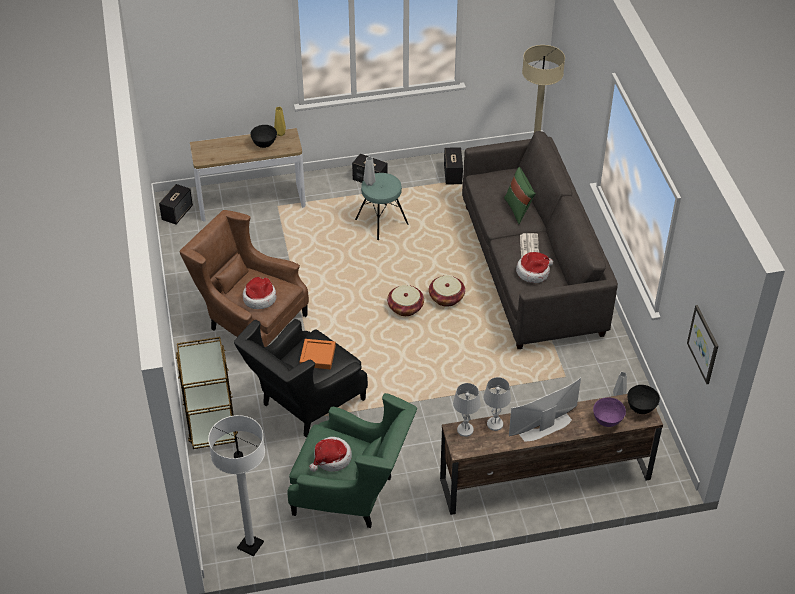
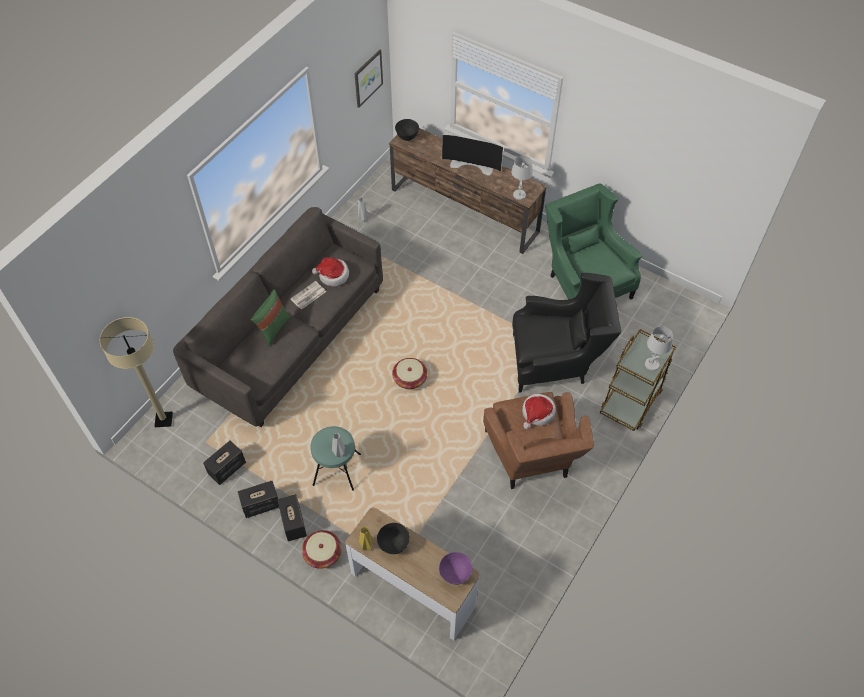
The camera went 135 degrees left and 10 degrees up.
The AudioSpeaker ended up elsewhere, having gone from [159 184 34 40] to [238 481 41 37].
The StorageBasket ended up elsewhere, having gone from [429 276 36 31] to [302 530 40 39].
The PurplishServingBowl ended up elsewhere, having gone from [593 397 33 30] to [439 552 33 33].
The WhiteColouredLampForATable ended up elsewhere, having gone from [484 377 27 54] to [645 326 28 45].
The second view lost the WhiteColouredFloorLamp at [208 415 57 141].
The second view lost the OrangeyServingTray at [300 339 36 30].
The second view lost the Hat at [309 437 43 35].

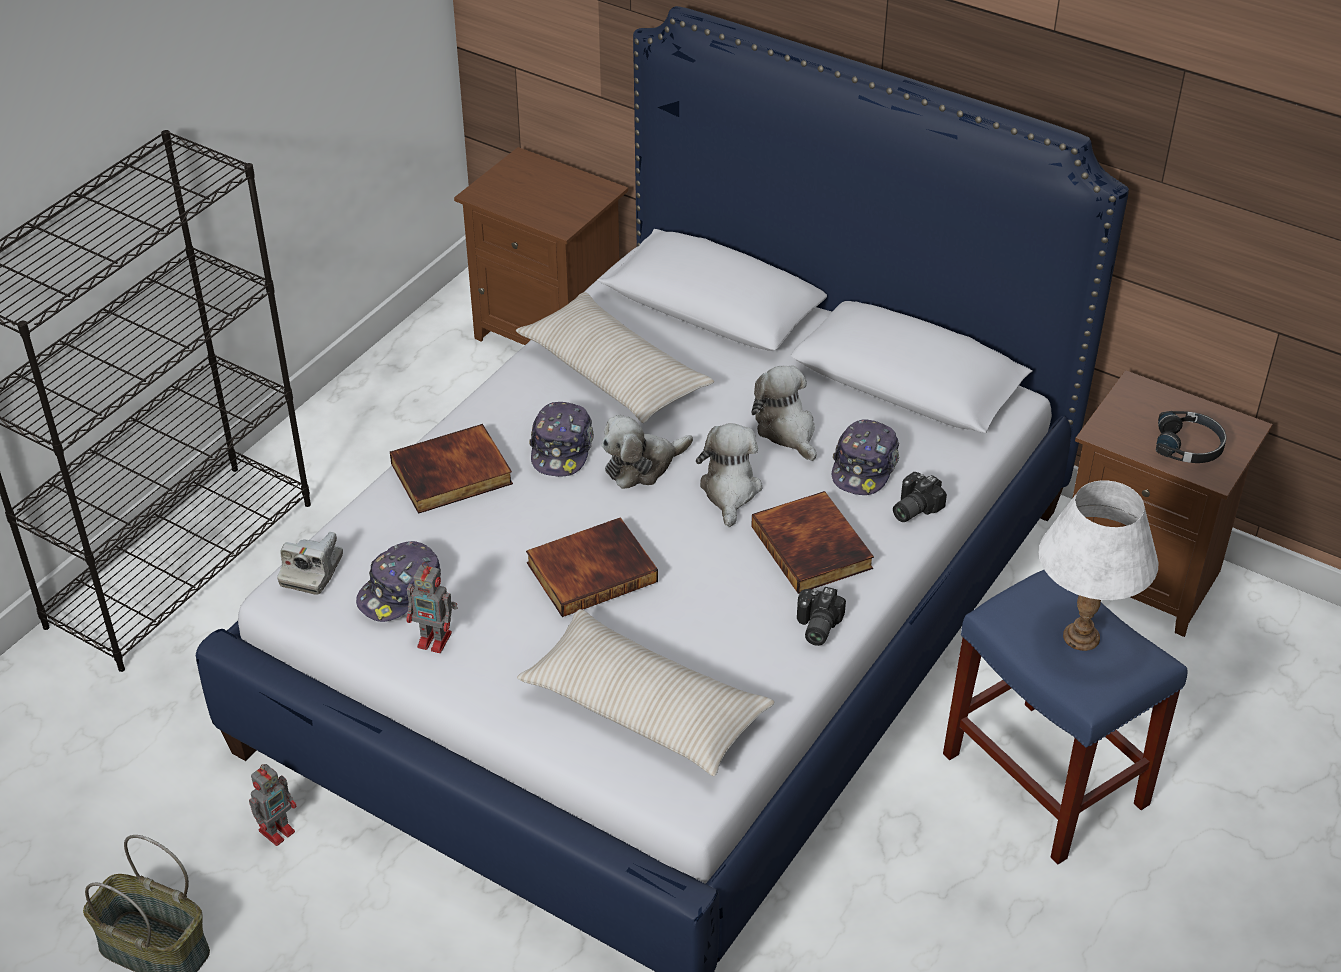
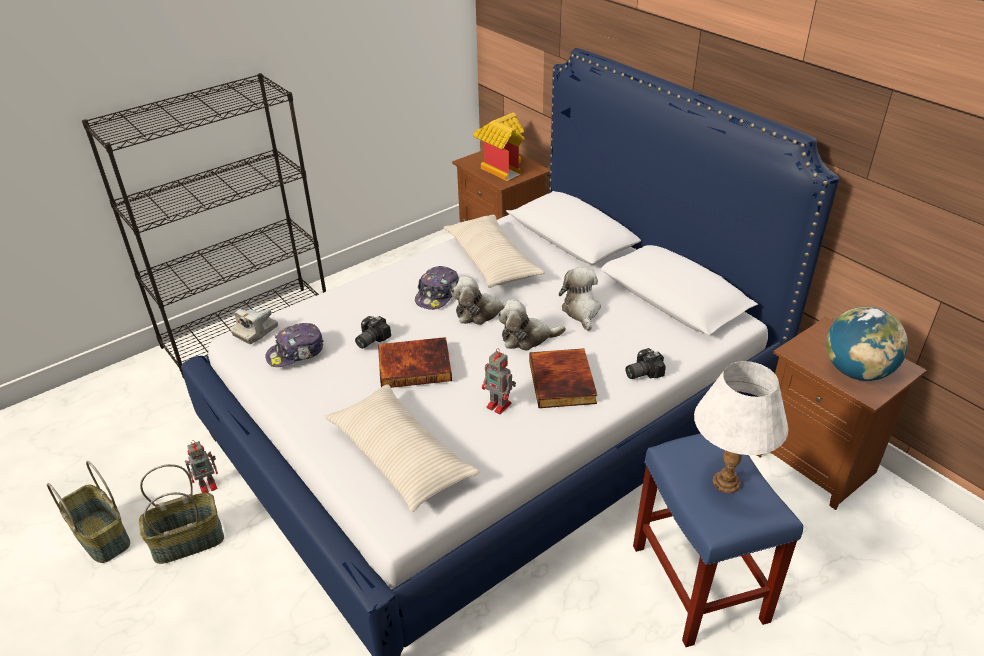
The camera went 20 degrees right and 5 degrees down.
The second view gained the StorageBasket at [139 464 85 100].
The StillCamera ended up elsewhere, having gone from [797 587 49 59] to [355 316 36 33].
The second view gained the ToyHouse at [473 112 52 69].
The RobotFigure ended up elsewhere, having gone from [406 562 52 91] to [482 348 34 67].
The PlushToy at [696 423 67 104] ended up facing another way, 120 degrees counterclockwise from before.
Where the BlackishHeadphones stood at [1156 411 71 52], the WorldGlobe came to stand at [826 307 82 74].
The second view lost the BoundBook at [390 424 123 90].
The second view lost the Cap at [832 419 67 76].

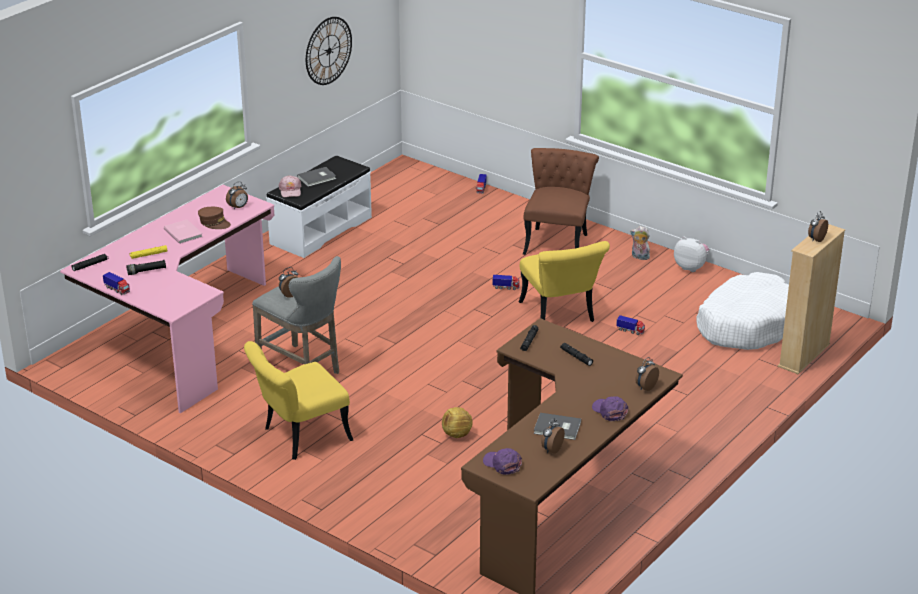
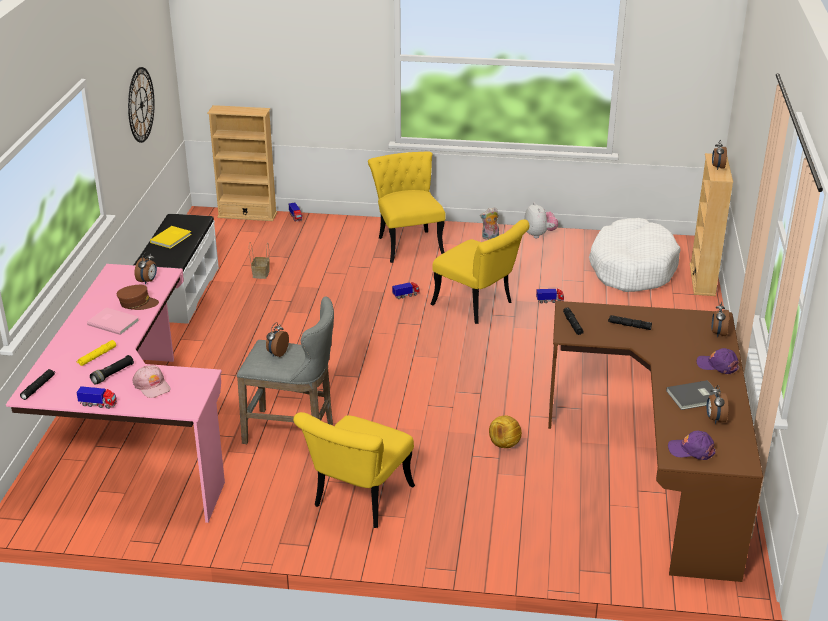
The camera went 30 degrees left and 0 degrees up.
The PinkColouredCap ended up elsewhere, having gone from [278 175 24 22] to [132 365 39 33].
What was the GreyBoundBook at [297 167 39 20] turned into the YellowBoundBook at [150 226 42 23].
The second view gained the BeigeBookcase at [207 105 70 116].
The second view gained the StorageBasket at [249 242 21 37].
What was the BrownishPlainChair at [523 148 76 107] turned into the YellowPlainChair at [368 151 78 112].
The PlushToy at [674 236 35 36] ended up facing another way, 75 degrees clockwise from before.

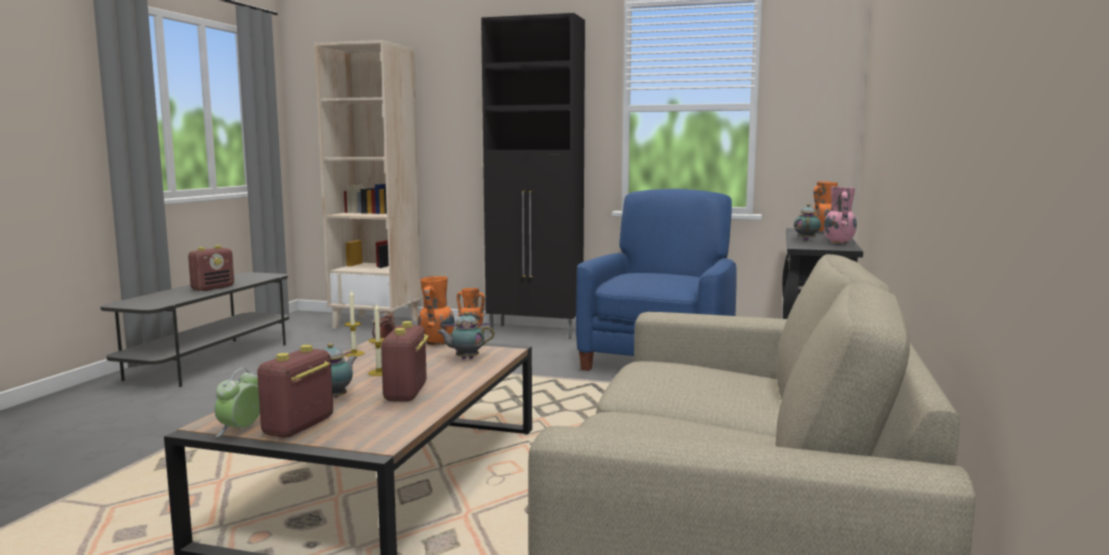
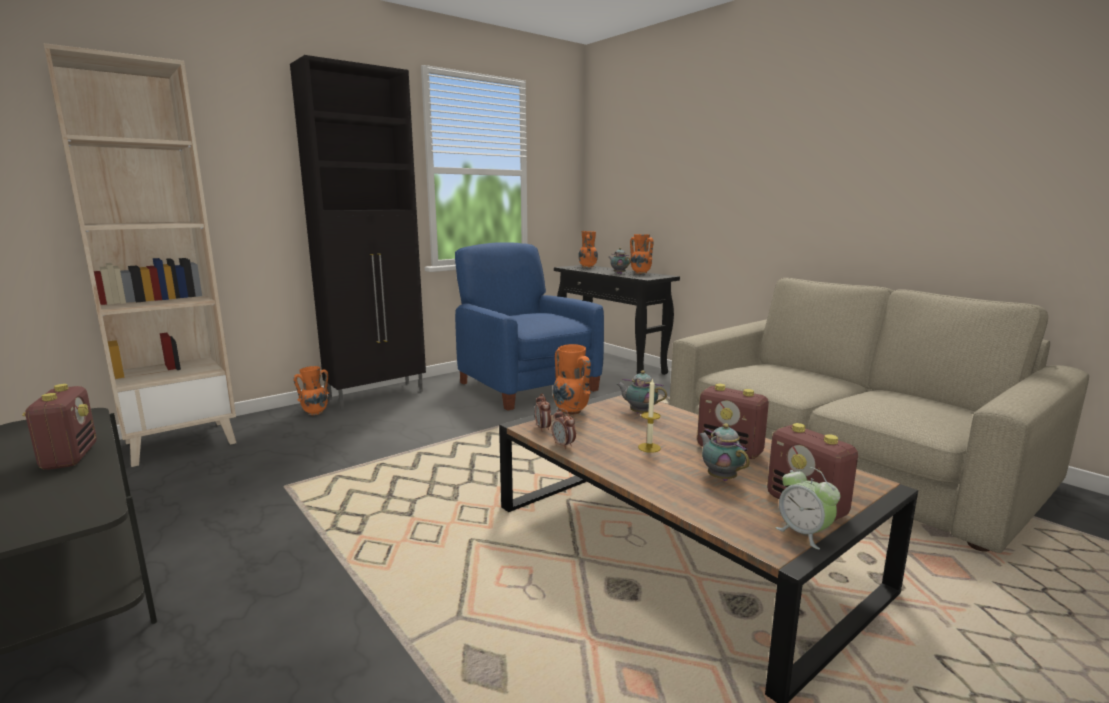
The camera went 55 degrees left and 5 degrees up.
Where the WaxLight stood at [344 289 20 68], the BedsideClock came to stand at [551 408 25 41].
The TeaPot at [437 312 57 47] ended up facing another way, 90 degrees clockwise from before.
What was the PinkColouredFlowerVase at [824 186 33 58] turned into the OrangeyFlowerVase at [630 234 24 40].

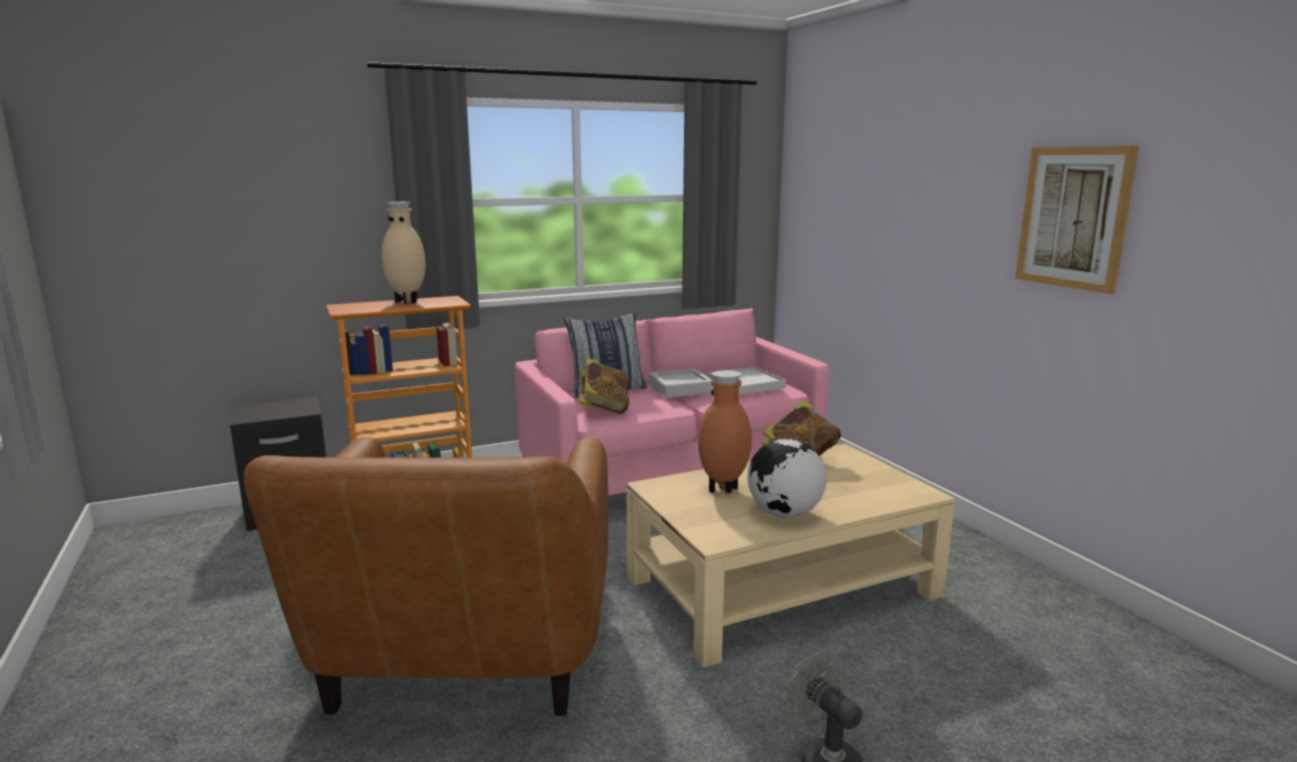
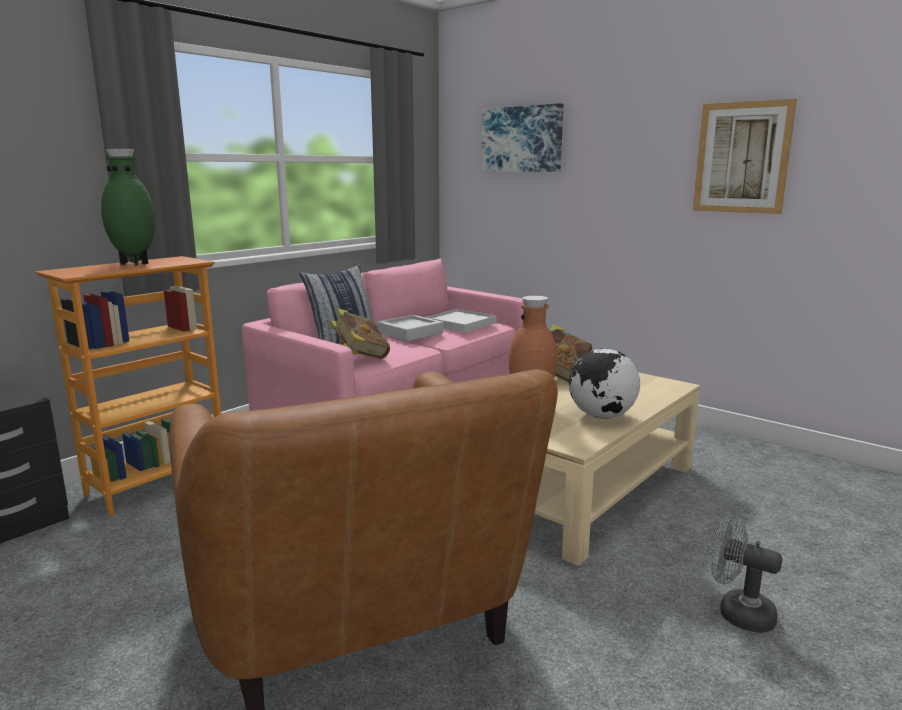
The camera went 25 degrees left and 0 degrees up.
What was the BeigeFlowerVase at [382 202 44 102] turned into the GreenishFlowerVase at [101 149 54 116].
The second view gained the WallArt at [482 103 81 69].

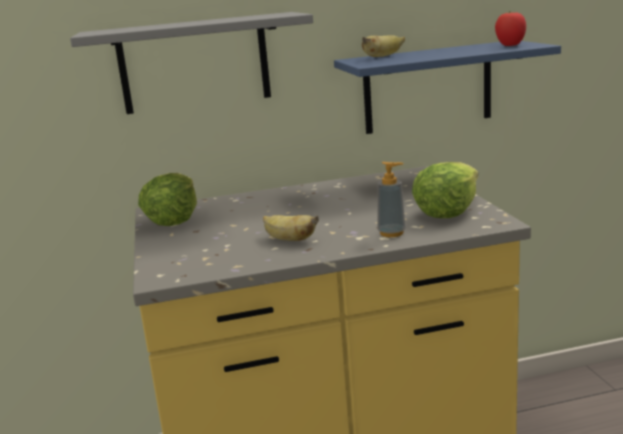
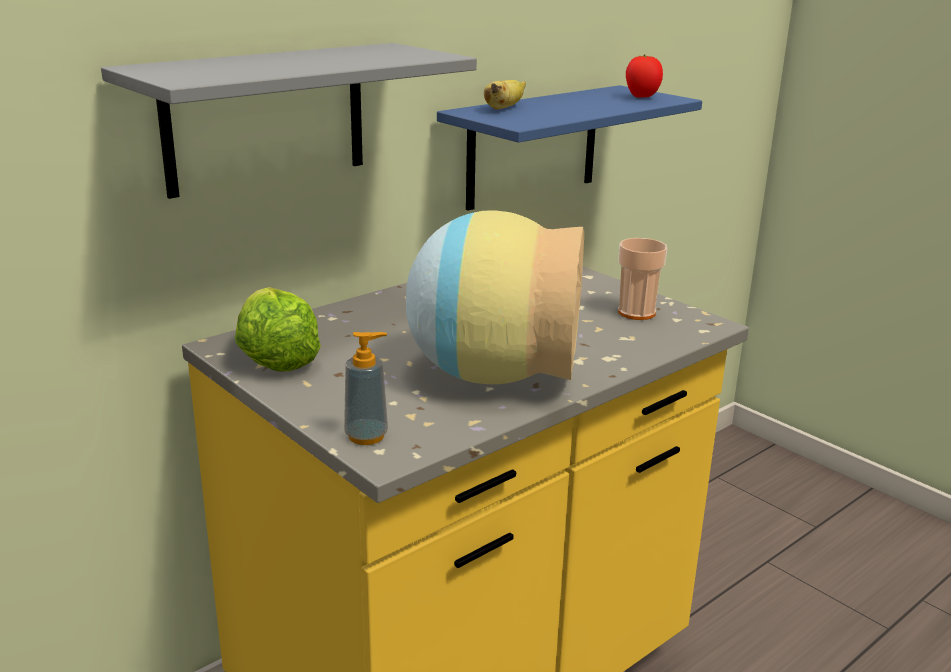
The camera went 30 degrees left and 5 degrees up.
The SoapBottle ended up elsewhere, having gone from [377 162 29 75] to [344 332 44 113].
Where the BananaFruit stood at [263 215 56 26], the FlowerVase came to stand at [406 210 178 174].
Where the LettuceHead stood at [412 162 66 56], the DrinkingCup came to stand at [618 238 49 82].

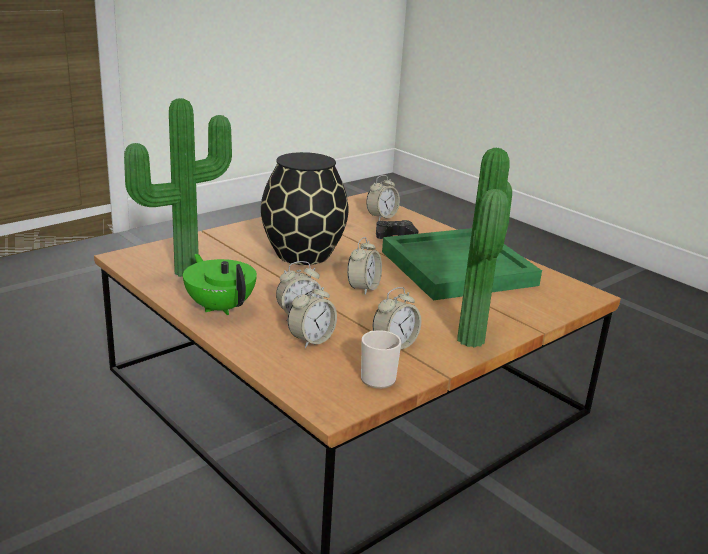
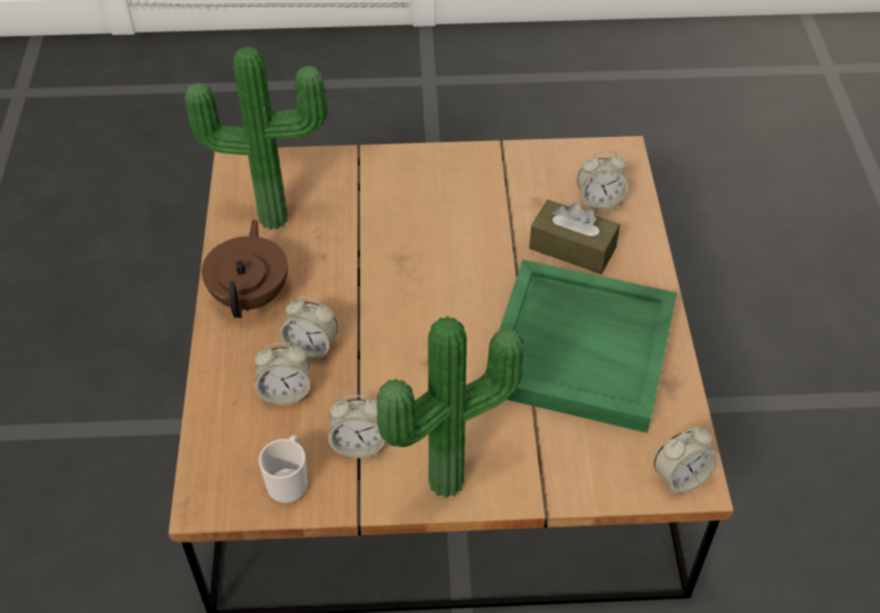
The camera went 40 degrees right and 25 degrees up.
What was the GreenishTeaPot at [183 254 74 61] turned into the BrownishTeaPot at [202 219 86 99].
Where the BlackishJoypad stood at [376 220 42 19], the BrownishTissueBox came to stand at [529 200 91 74].
The BedsideClock ended up elsewhere, having gone from [347 237 35 58] to [654 426 64 68].
The second view lost the BlackishFlowerVase at [261 152 87 113].

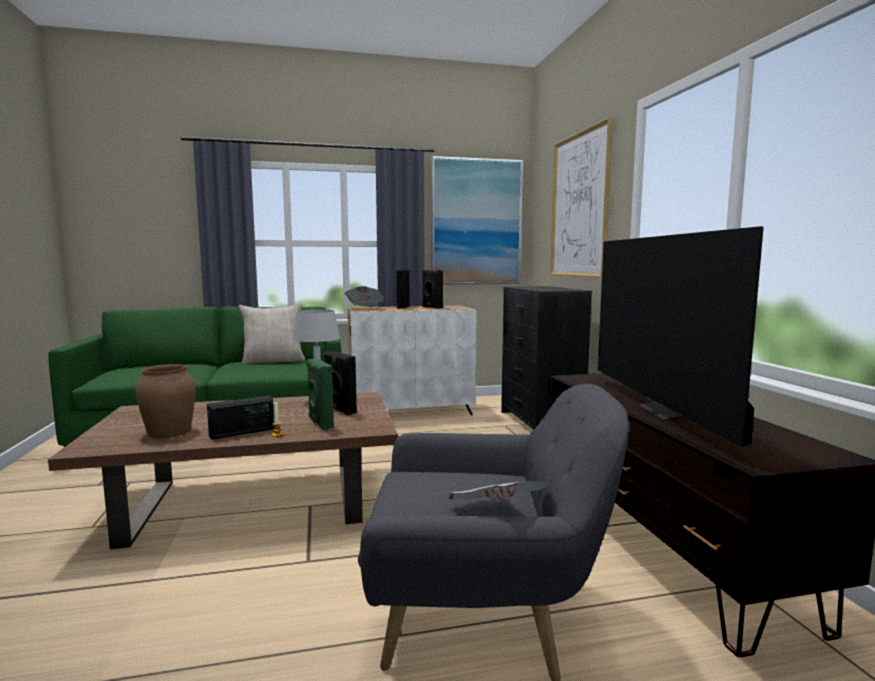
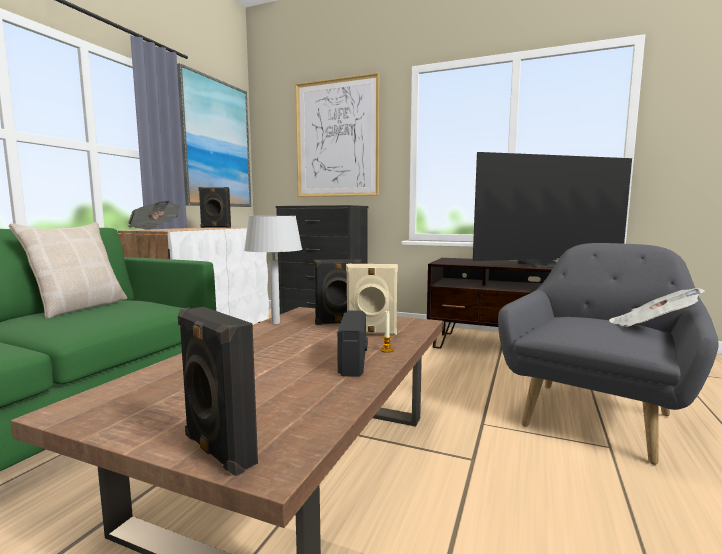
The camera went 55 degrees left and 0 degrees up.
The BlackishAudioSpeaker ended up elsewhere, having gone from [396 270 14 39] to [178 307 80 169].
What was the GreenishAudioSpeaker at [307 359 27 71] turned into the BeigeAudioSpeaker at [346 264 52 71].
The Tv at [598 226 166 221] ended up facing another way, 45 degrees counterclockwise from before.
The second view lost the BrownishFlowerVase at [136 364 60 74].

